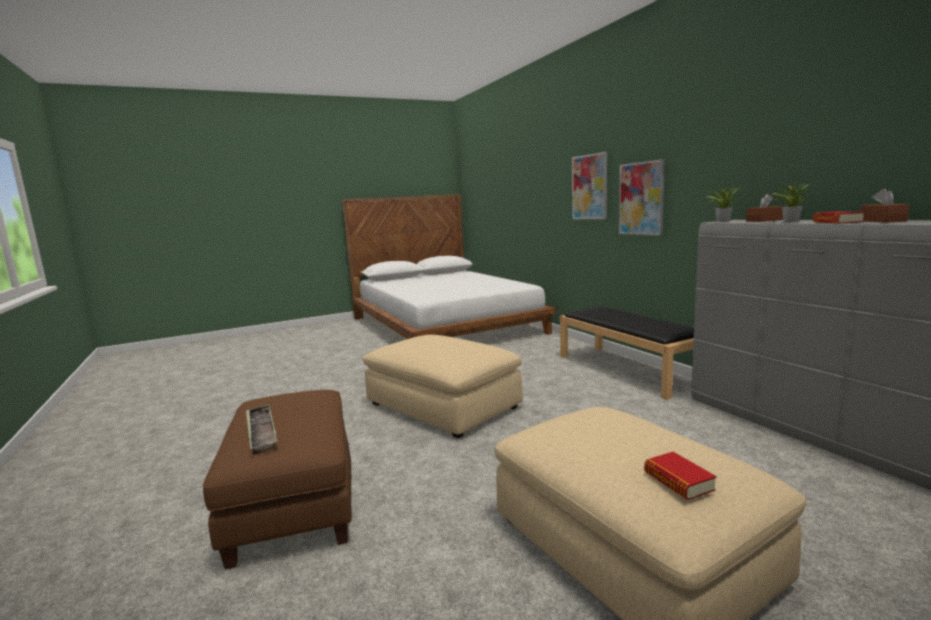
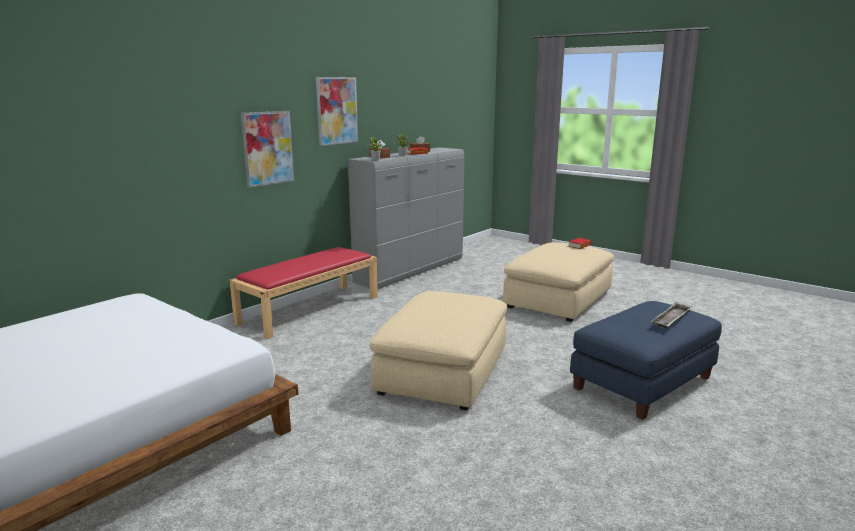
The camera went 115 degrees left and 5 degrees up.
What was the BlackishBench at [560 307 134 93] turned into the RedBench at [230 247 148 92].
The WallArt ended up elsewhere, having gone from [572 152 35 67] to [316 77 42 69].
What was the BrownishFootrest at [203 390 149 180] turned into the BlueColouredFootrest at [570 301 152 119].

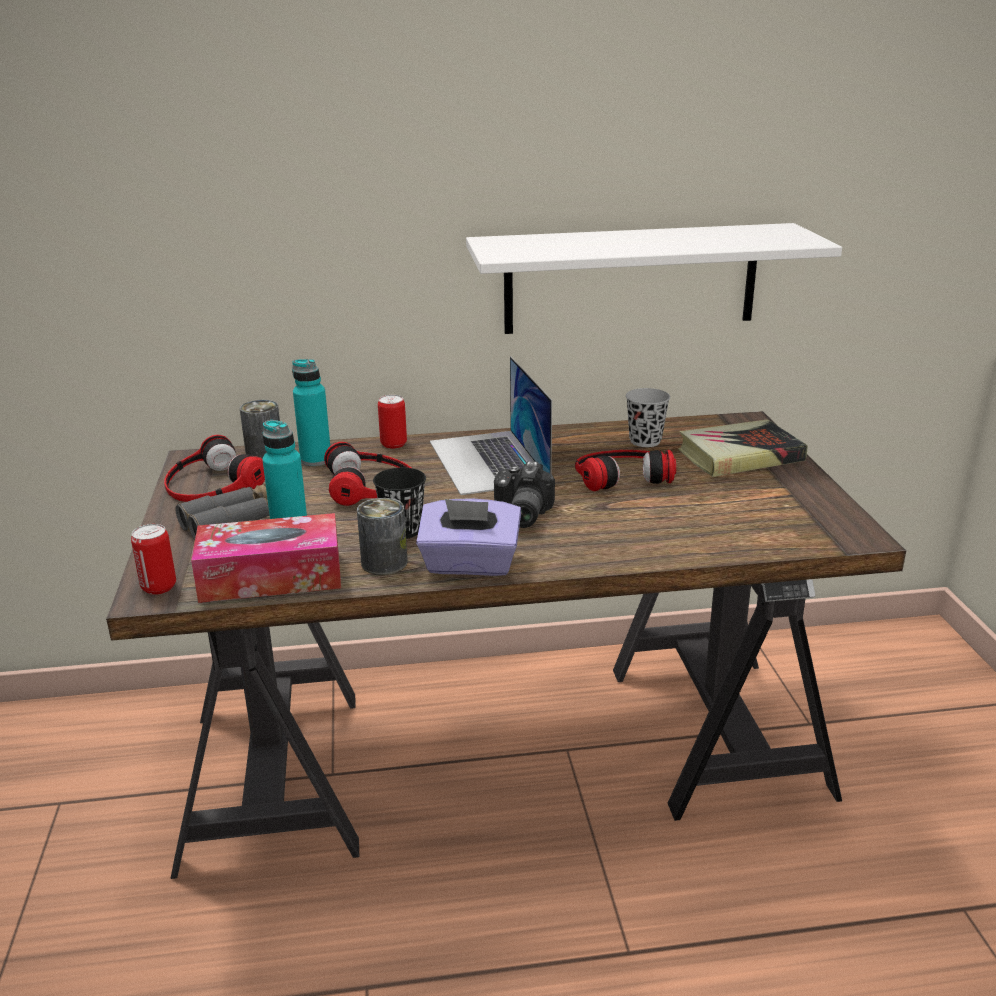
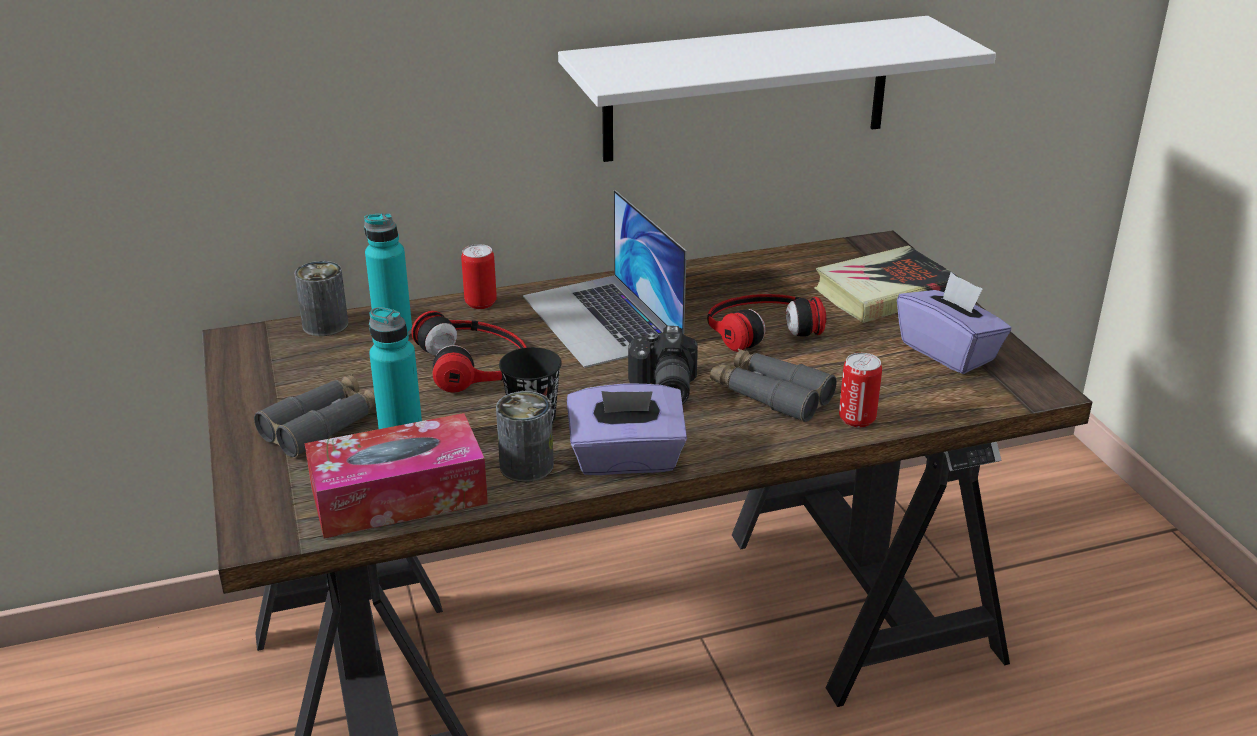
The camera went 10 degrees left and 5 degrees up.
The second view gained the GreyFieldGlasses at [710 349 127 73].
The Can ended up elsewhere, having gone from [131 524 45 71] to [839 353 43 75].
The second view gained the PurplishTissueBox at [897 272 115 102].
The second view lost the Headphones at [164 435 101 67].
The second view lost the BlackishDrinkingCup at [626 388 44 59].

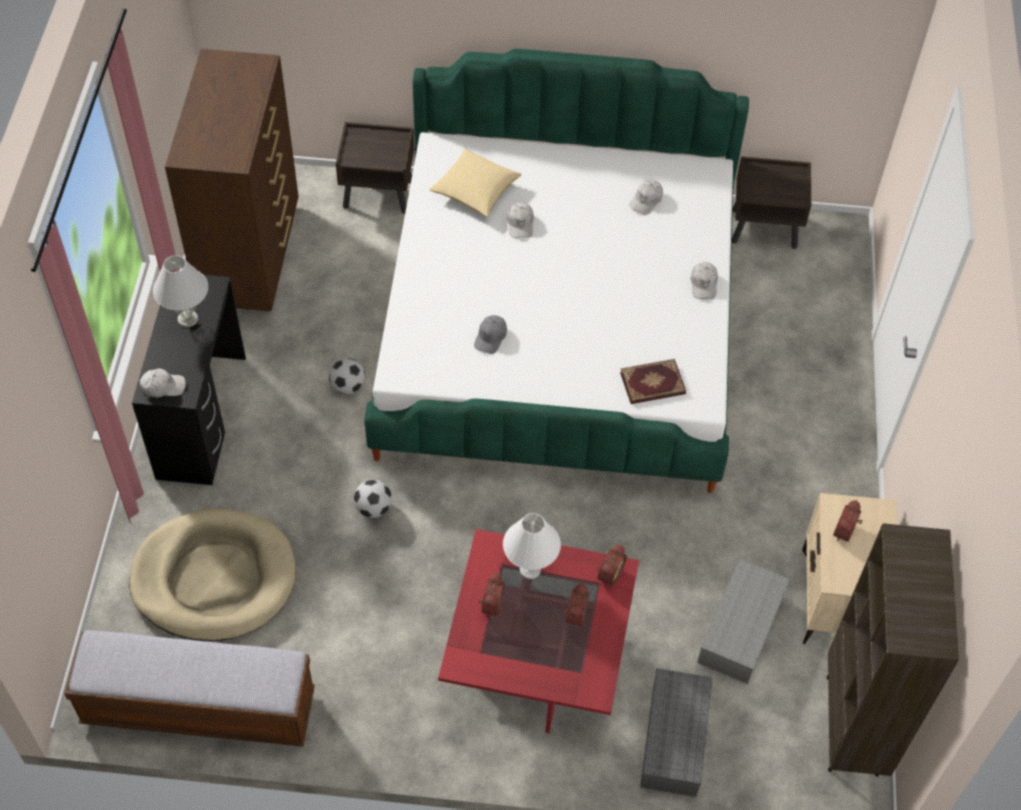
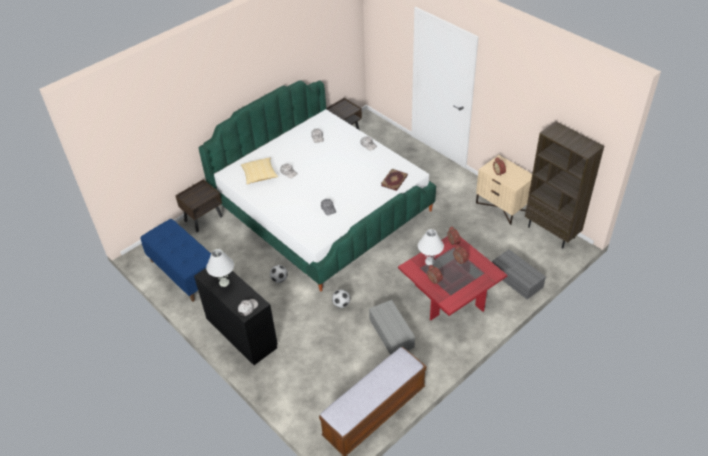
The camera went 45 degrees left and 10 degrees down.
Where the BrownishChestOfDrawers stood at [165 49 134 262], the BlueColouredBench came to stand at [140 219 71 83].
The GreyStorageBox ended up elsewhere, having gone from [697 559 93 125] to [369 300 46 55].
The second view lost the BeigeDogBed at [129 509 167 132].

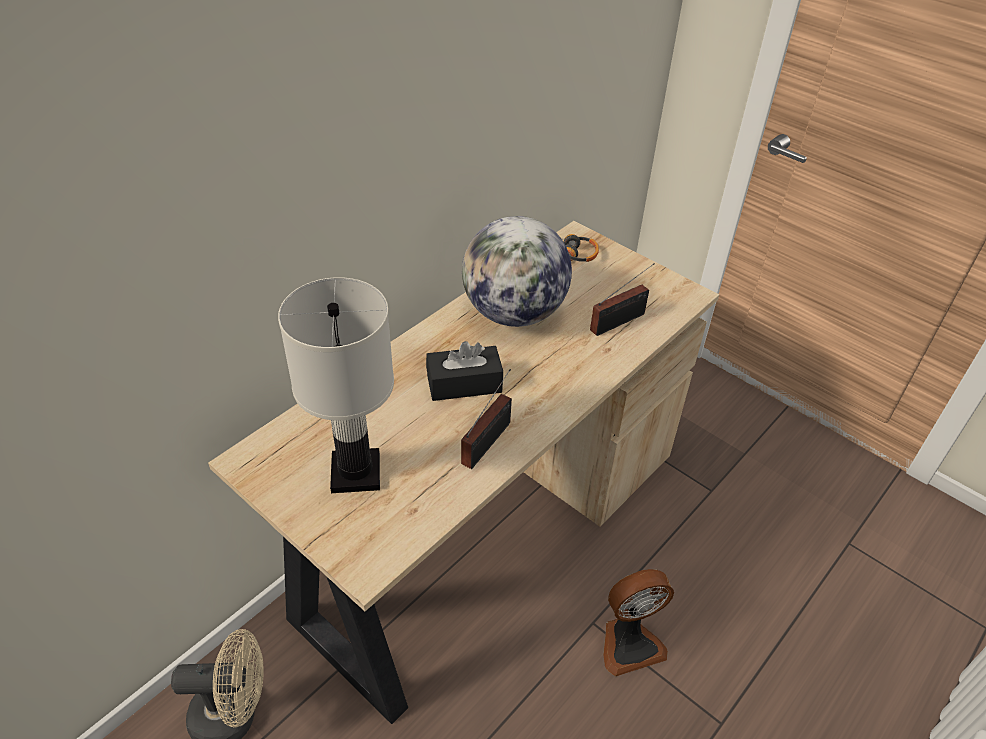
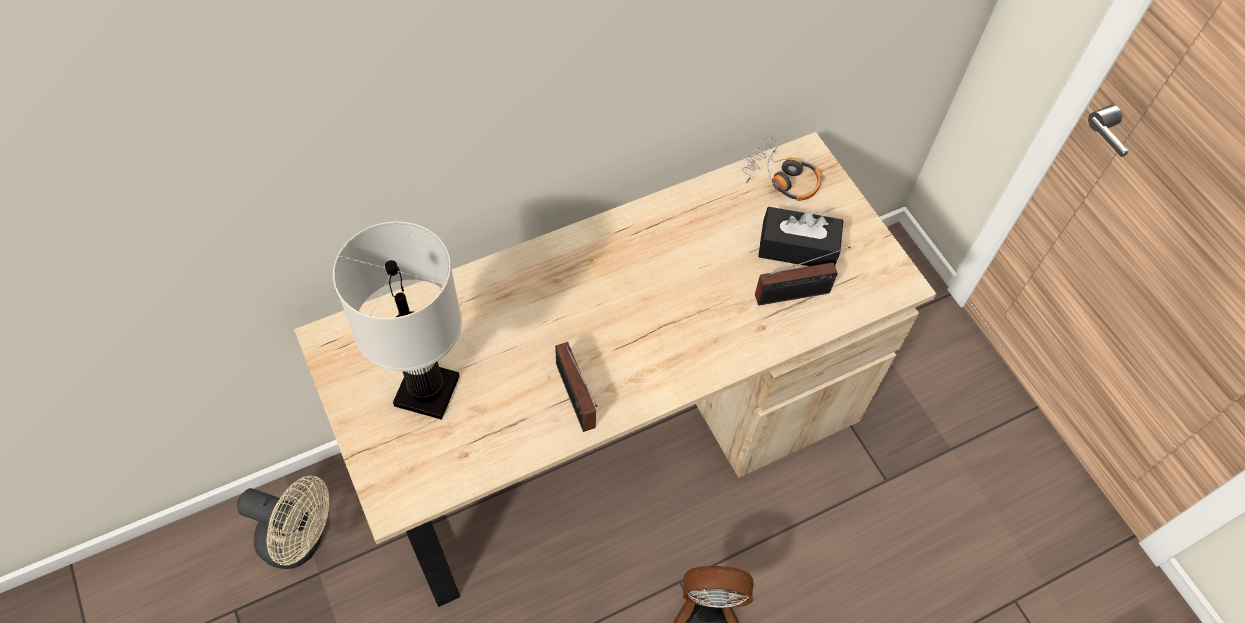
The camera went 20 degrees right and 15 degrees up.
The Radio at [461 369 51 100] ended up facing another way, 105 degrees clockwise from before.
The BlackishTissueBox ended up elsewhere, having gone from [426 341 77 60] to [758 207 85 59].
The second view lost the WorldGlobe at [462 216 110 111].

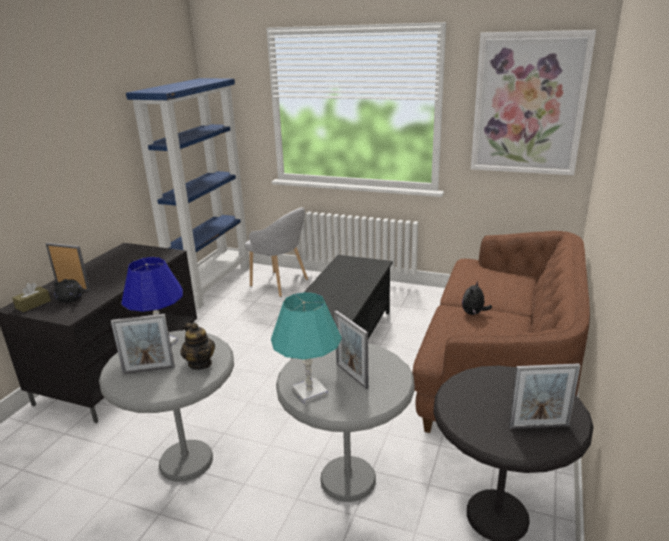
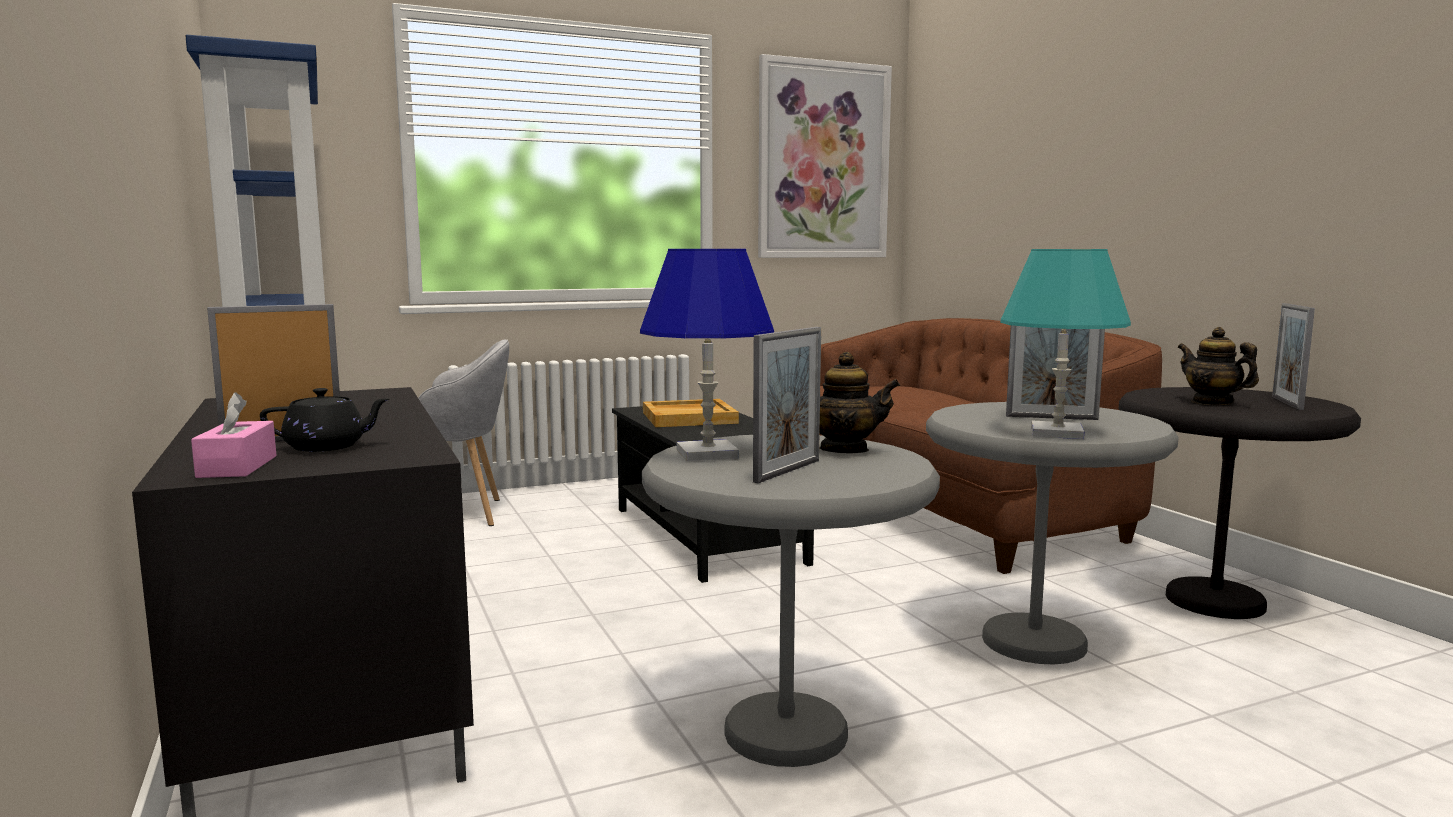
The camera went 45 degrees left and 15 degrees down.
What was the BrownishTissueBox at [12 283 39 29] turned into the PinkColouredTissueBox at [191 392 86 86].
The second view gained the BeigeServingTray at [643 399 96 28].
The second view gained the TeaPot at [1177 327 82 78].
The PhotoFrame at [509 363 72 66] ended up facing another way, 150 degrees clockwise from before.
The second view lost the PlushToy at [462 281 30 34].

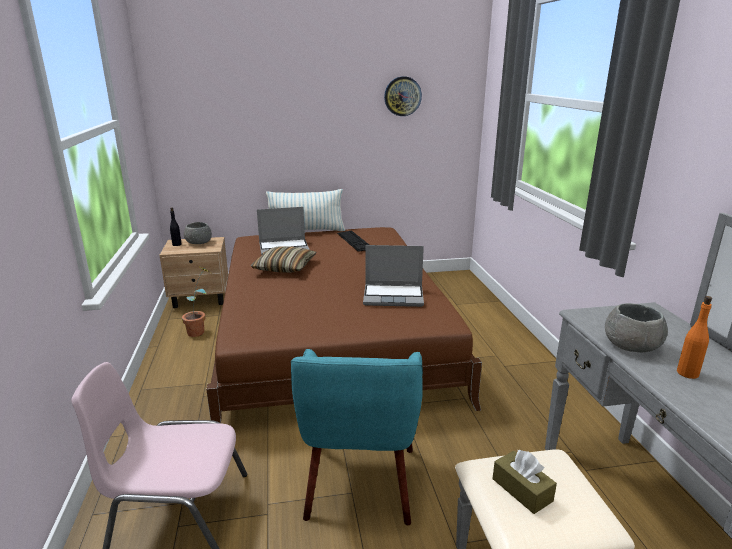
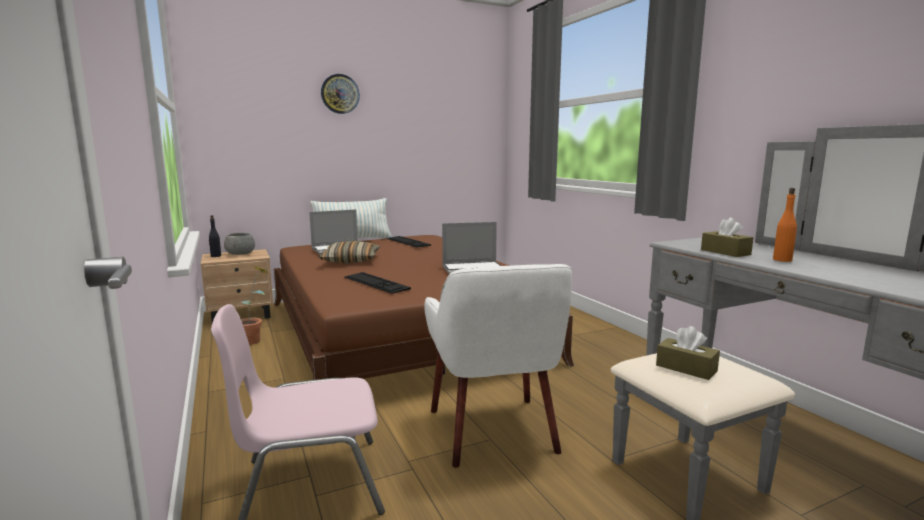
The camera went 15 degrees left and 10 degrees down.
The WallClock ended up elsewhere, having gone from [384 76 38 40] to [321 74 39 40].
The second view gained the Keyboard at [344 272 67 22].
What was the TurquoiseLoungeChair at [291 349 132 176] turned into the WhiteColouredLoungeChair at [424 264 148 204].
Where the GreyServingBowl stood at [605 303 63 49], the BrownishTissueBox came to stand at [701 217 52 40].

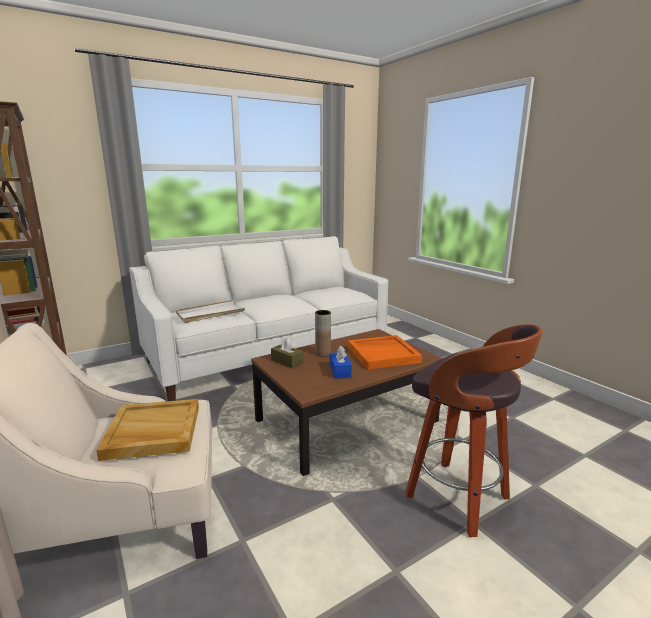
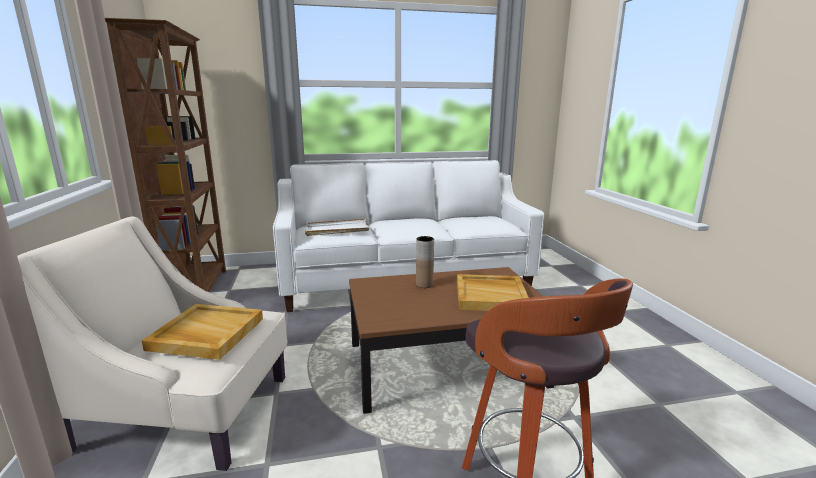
The camera went 20 degrees right and 0 degrees up.
What was the OrangeyServingTray at [348 335 74 35] turned into the BeigeServingTray at [457 274 72 37].
The second view lost the BrownishTissueBox at [271 337 32 31].
The second view lost the BlueColouredTissueBox at [330 346 22 33].

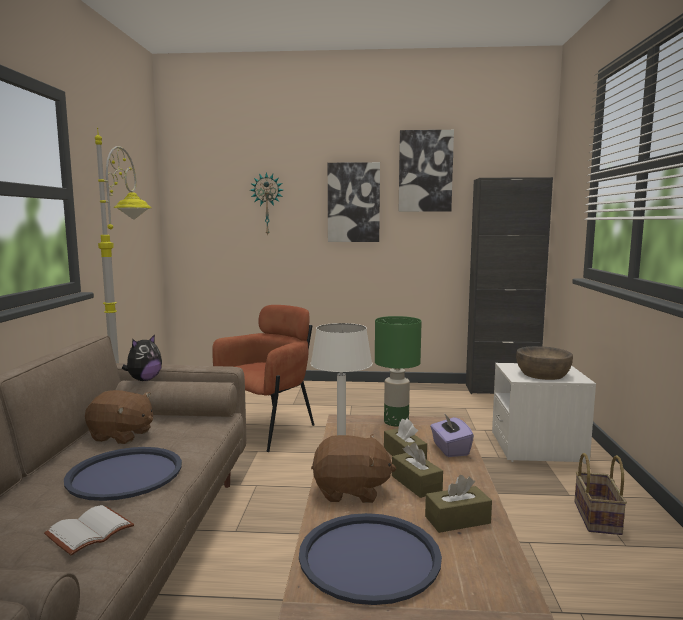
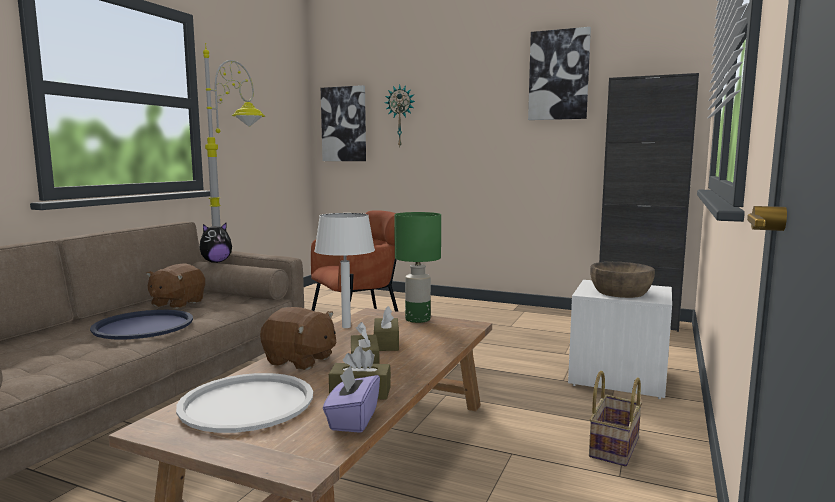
The camera went 20 degrees right and 0 degrees up.
The BrownishPlushToy at [85 390 68 54] ended up facing another way, 75 degrees clockwise from before.
What was the BlueColouredServingTray at [299 513 143 92] turned into the WhiteColouredServingTray at [176 373 137 60].
The WallArt ended up elsewhere, having gone from [328 162 52 80] to [321 85 45 76].
The PurplishTissueBox ended up elsewhere, having gone from [430 414 44 43] to [323 365 57 68].
The second view lost the WhiteColouredBoundBook at [44 505 90 51].

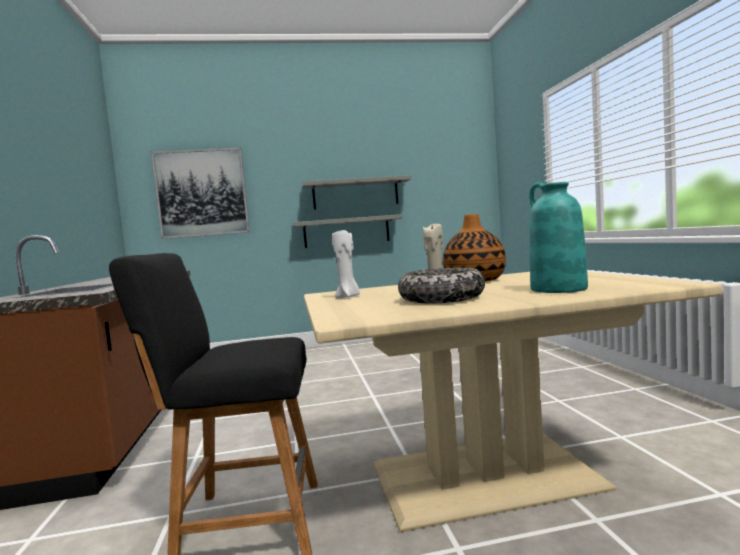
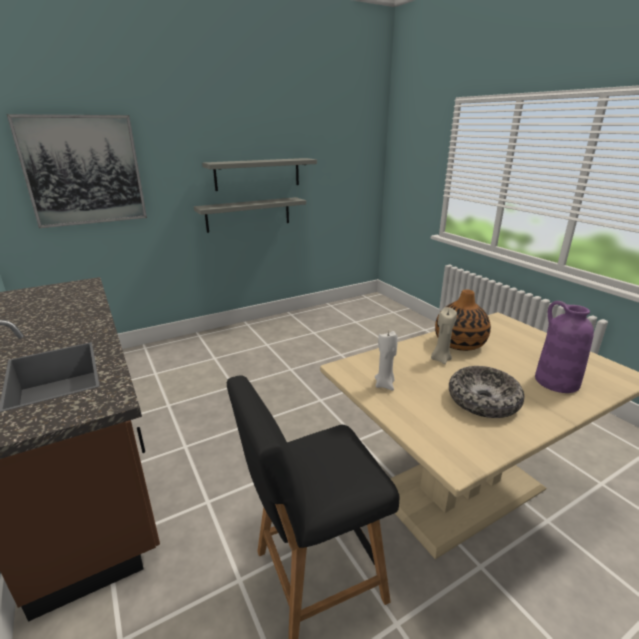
The camera went 20 degrees left and 20 degrees up.
What was the TurquoiseFlowerVase at [529 182 59 111] turned into the PurplishFlowerVase at [535 301 59 92].

